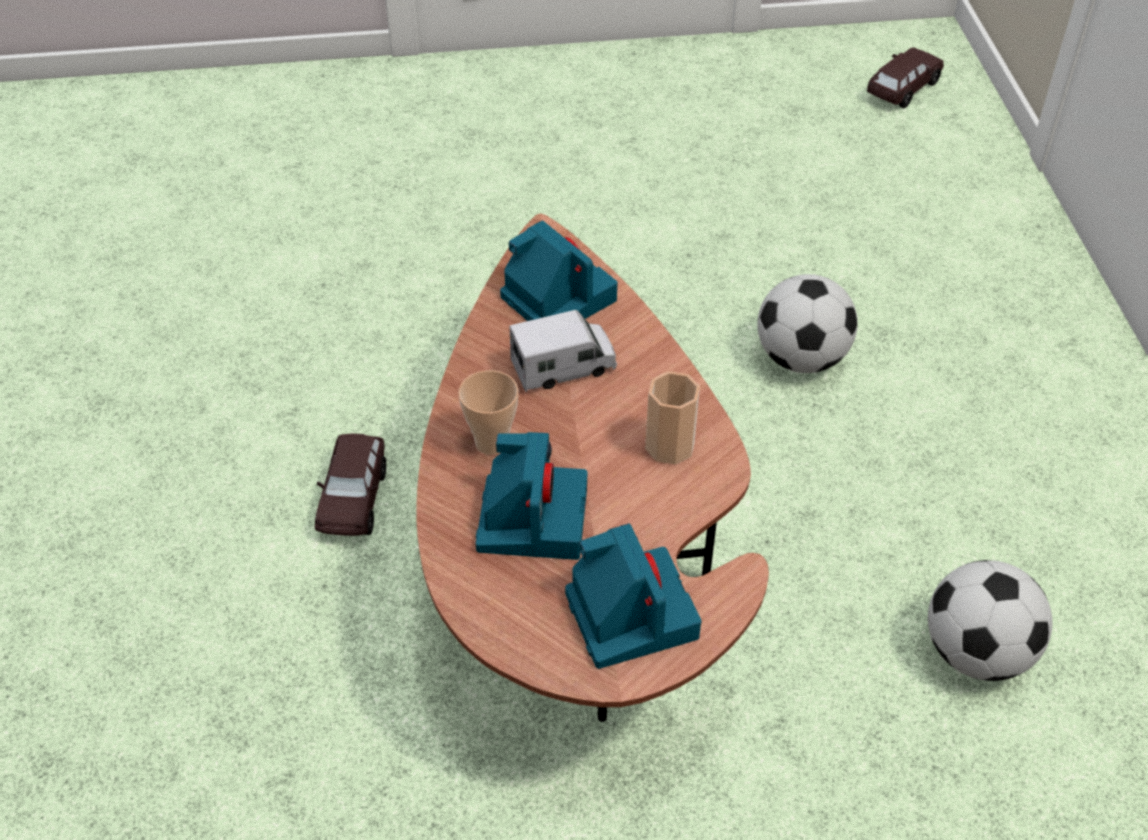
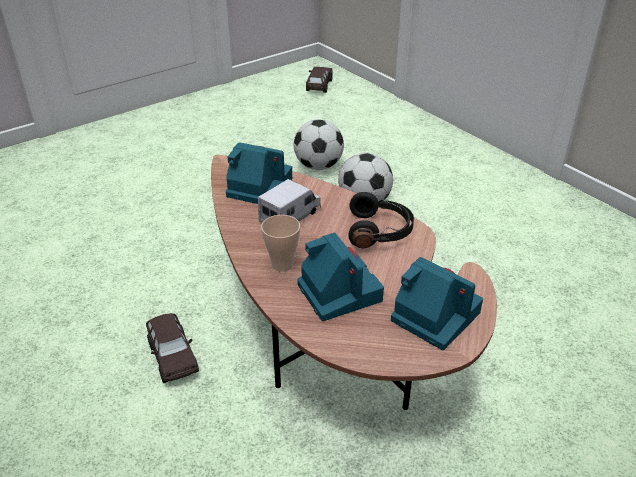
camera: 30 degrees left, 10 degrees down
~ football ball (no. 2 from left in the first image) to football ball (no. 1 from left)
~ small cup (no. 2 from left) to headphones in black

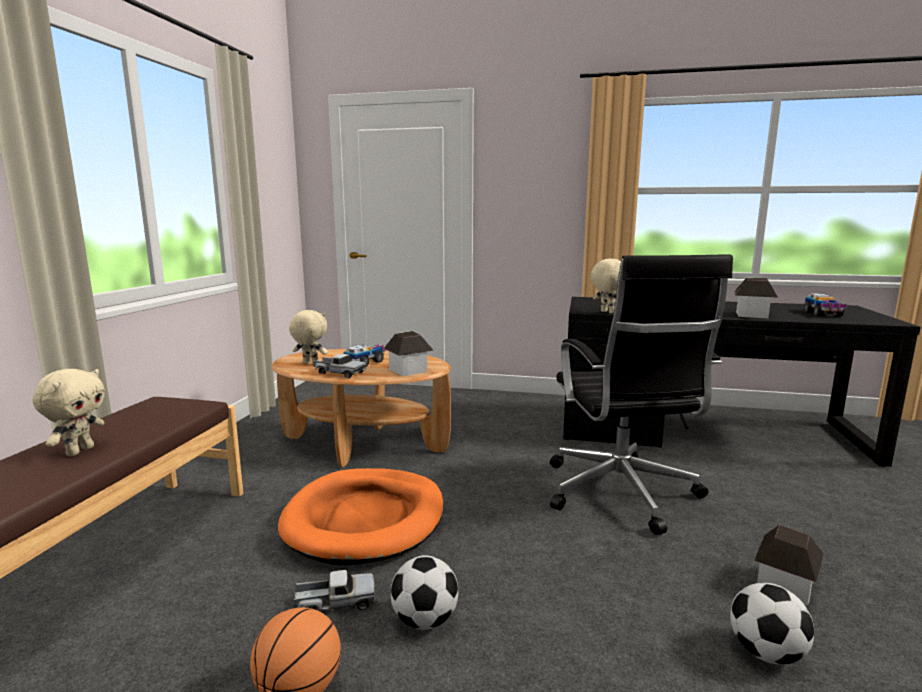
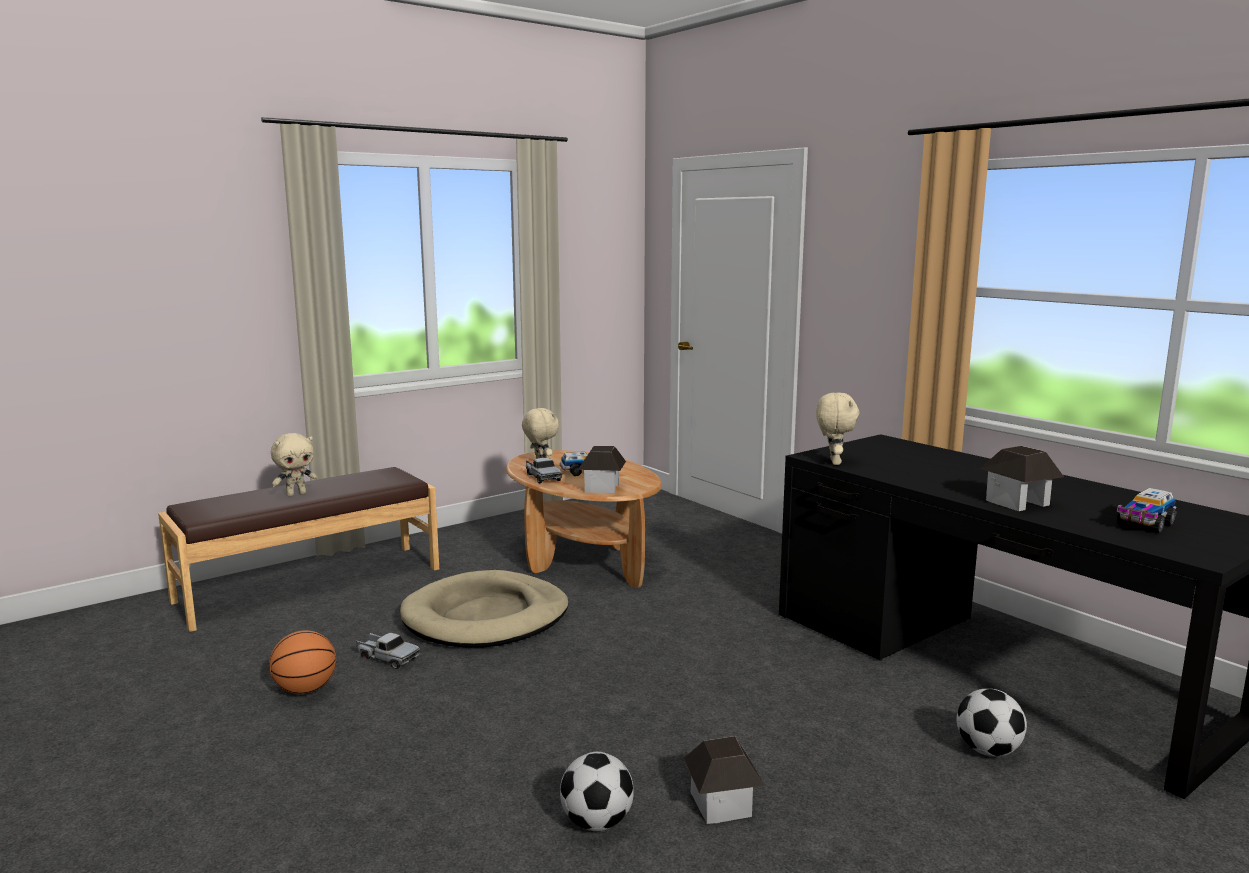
camera: 40 degrees right, 0 degrees up
- desk chair in black
~ football ball (no. 1 from left in the first image) to football ball (no. 2 from left)
~ pet bed in orange to pet bed in sand-coloured

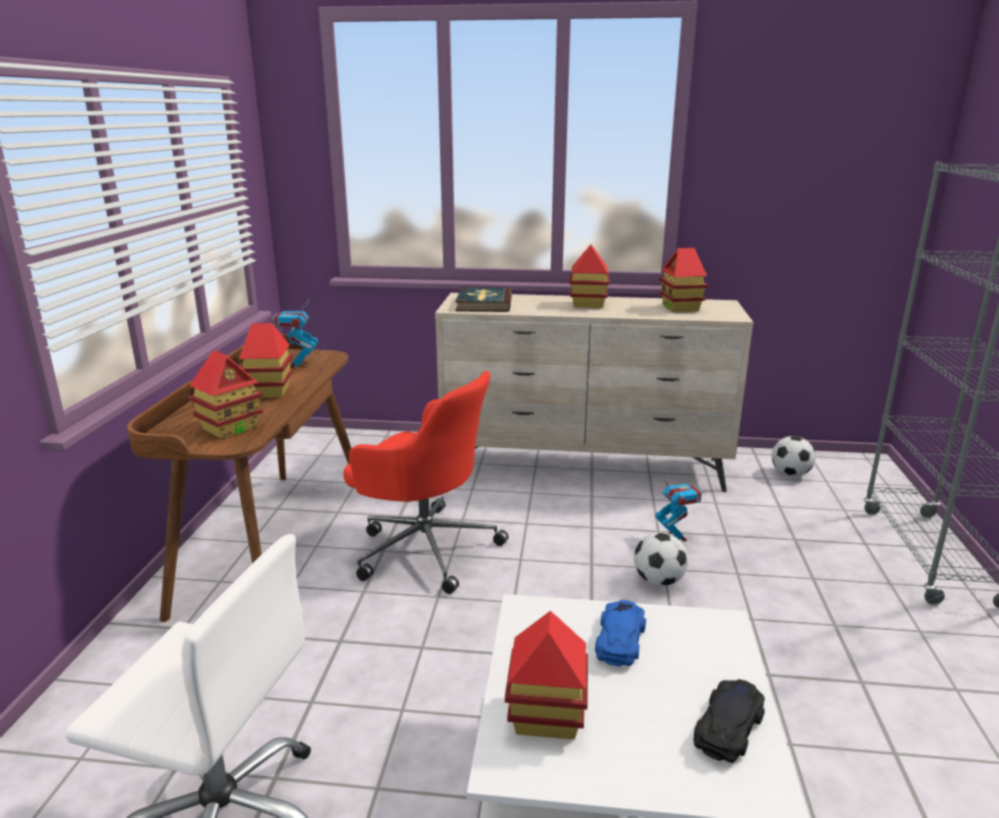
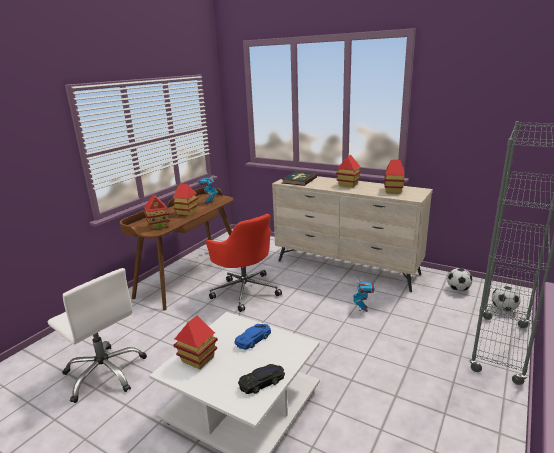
camera: 25 degrees right, 0 degrees up
~ football ball (no. 1 from left in the first image) to football ball (no. 2 from left)

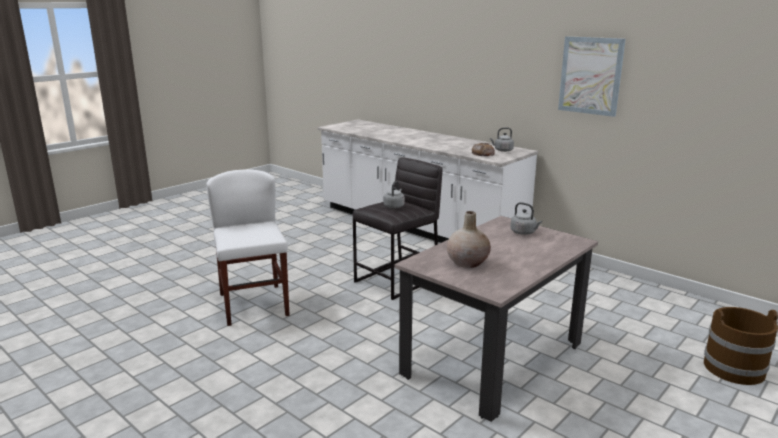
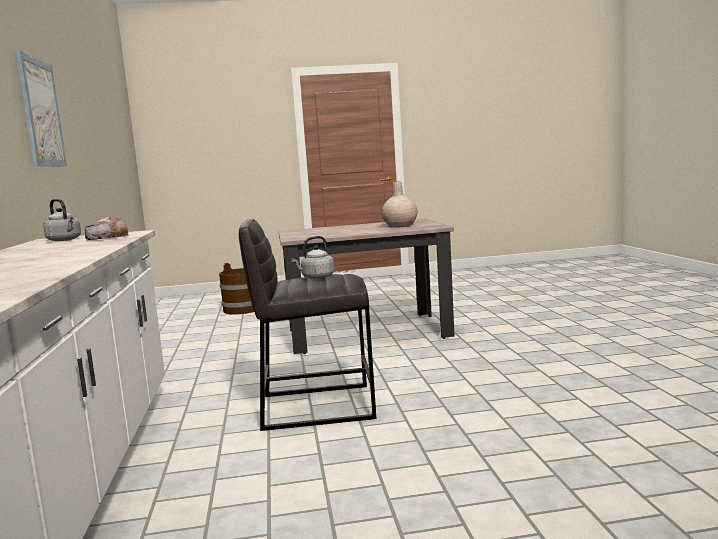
camera: 140 degrees left, 10 degrees down
- chair in white
- kettle in greyish (no. 3 from left)

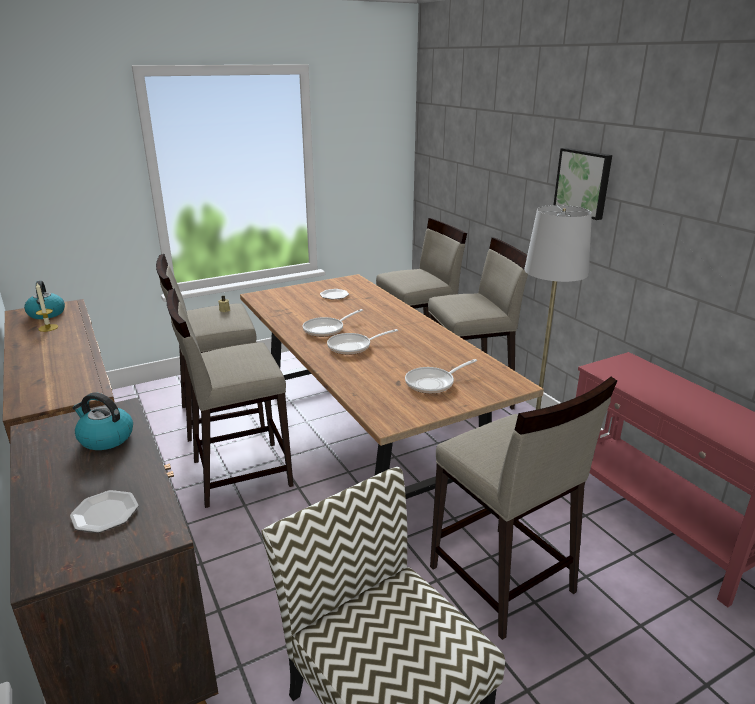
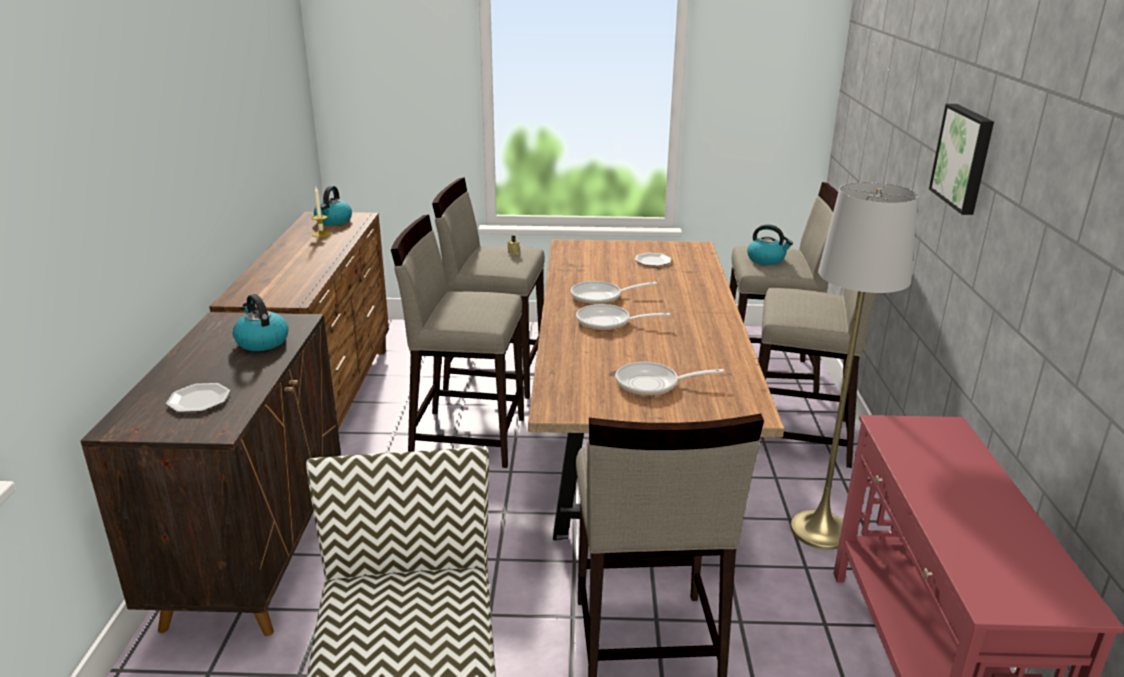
camera: 30 degrees right, 0 degrees up
+ kettle (no. 3 from left)

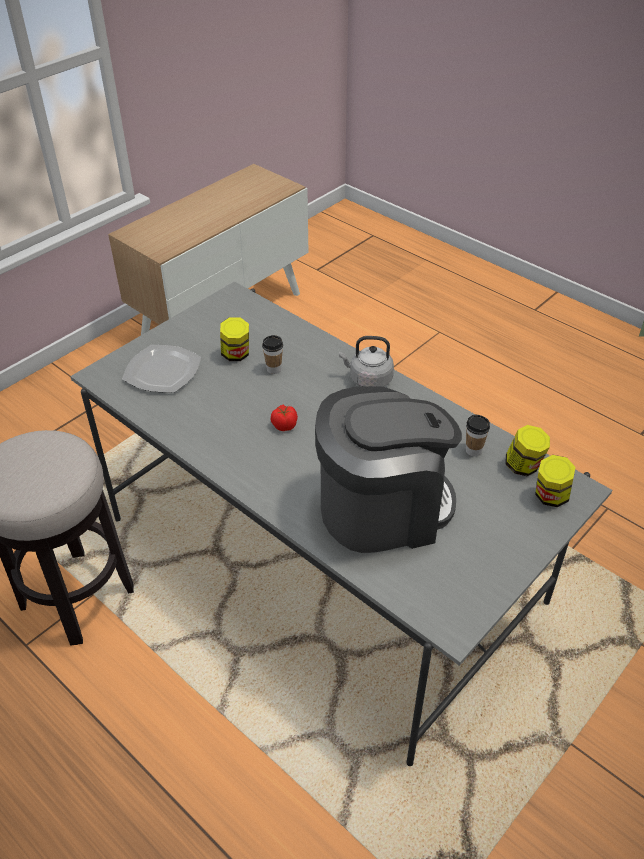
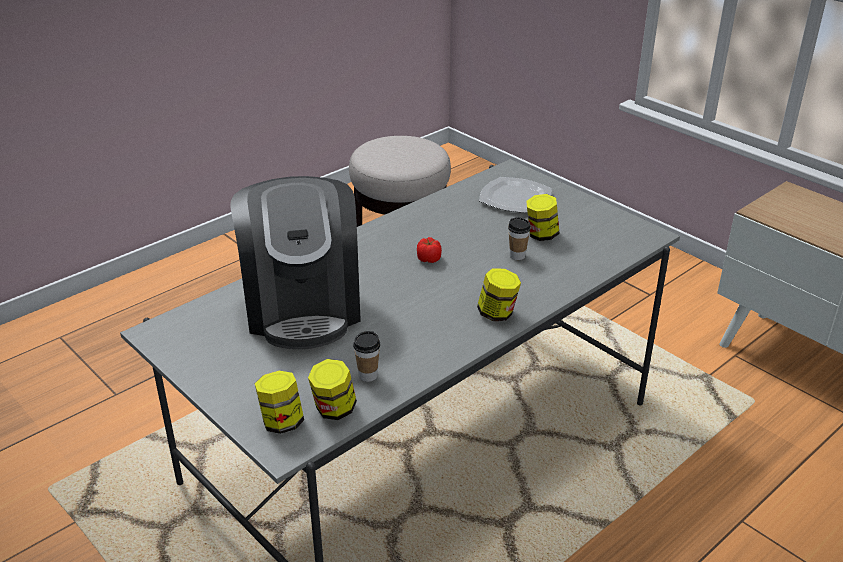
camera: 95 degrees right, 10 degrees down
~ kettle in greyish to preserve jar (no. 3 from left)

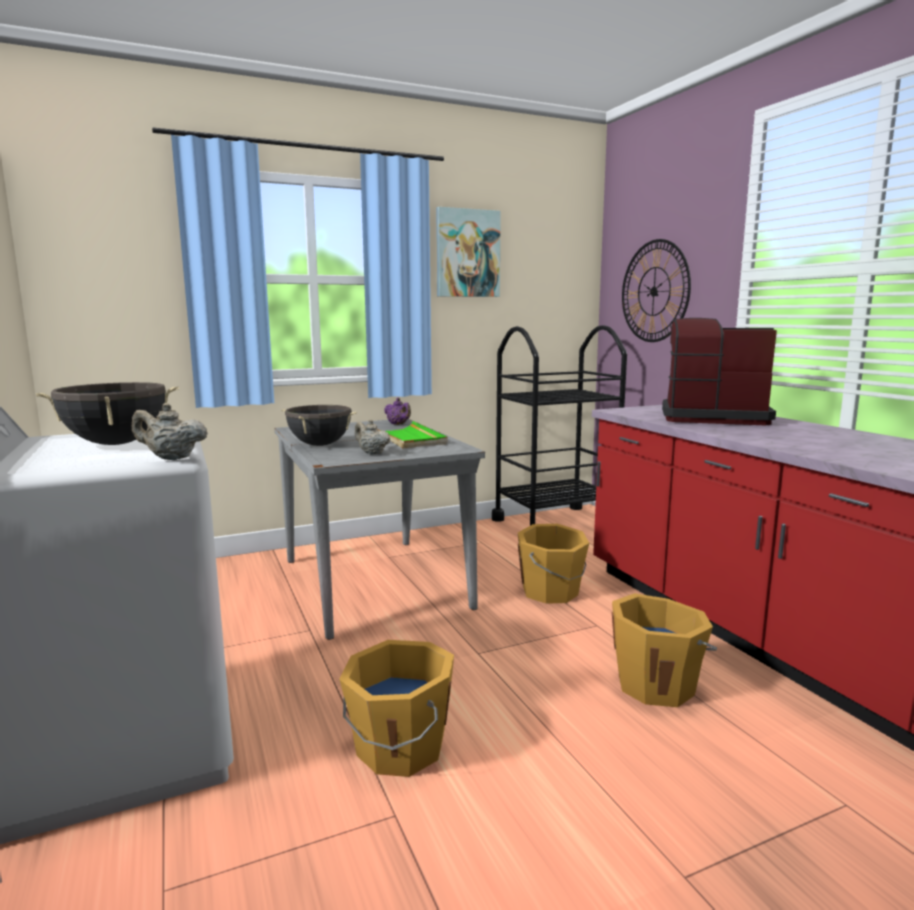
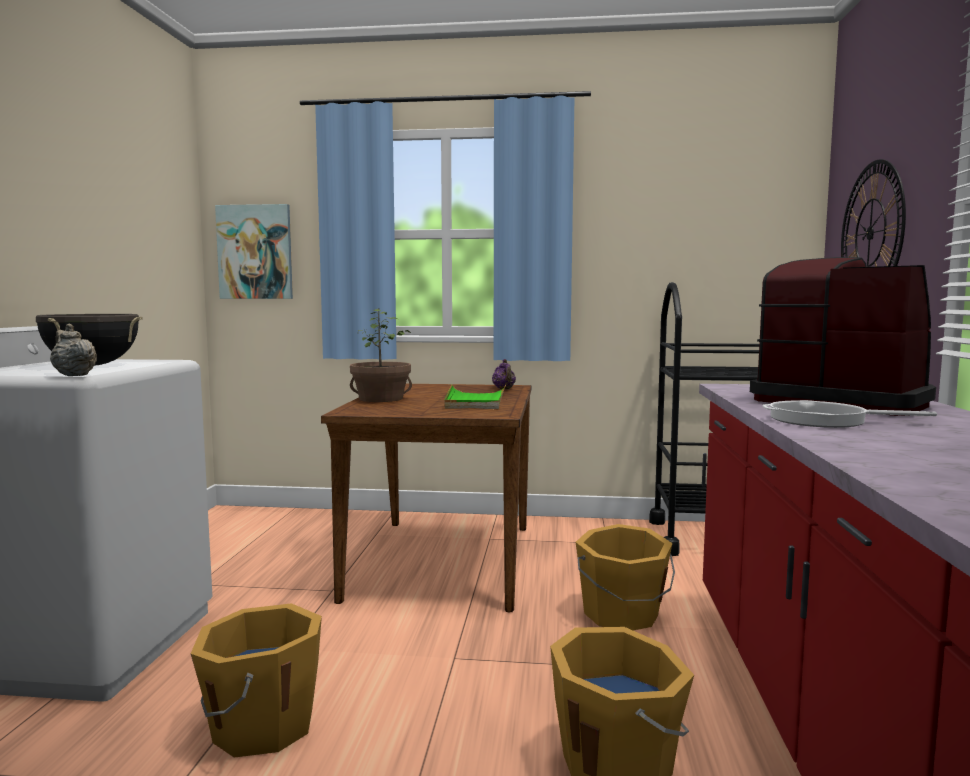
camera: 30 degrees right, 5 degrees down
- teapot in sand-coloured (no. 2 from left)
+ pan
~ picture
~ cooking pot in black (no. 2 from left) to potted plant
~ dinner table in greyish to dinner table in brown

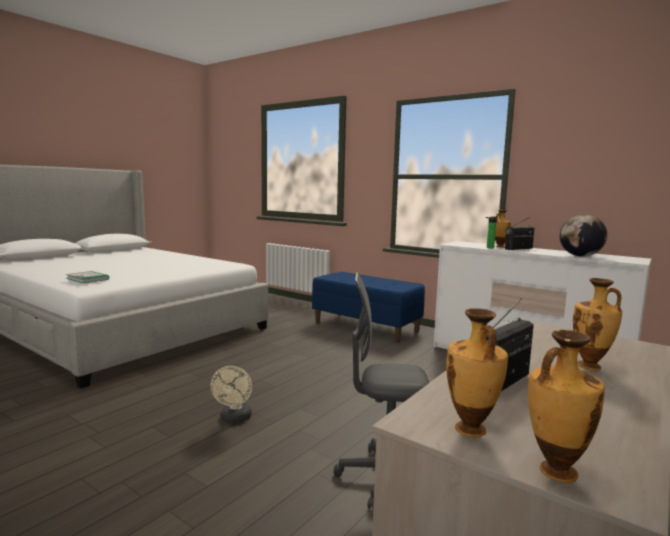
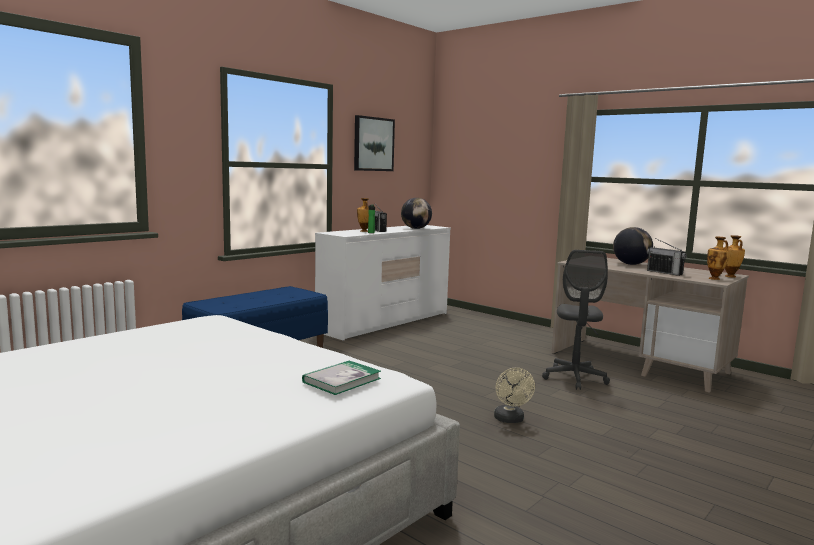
camera: 85 degrees left, 0 degrees up
+ picture
~ flower vase (no. 4 from left) to world globe (no. 2 from left)
~ cooling fan in sand-coloured 75 degrees clockwise

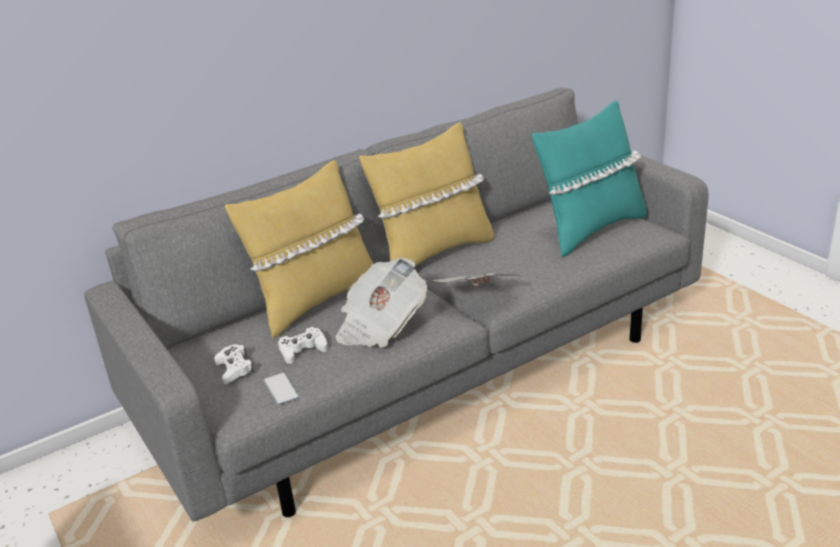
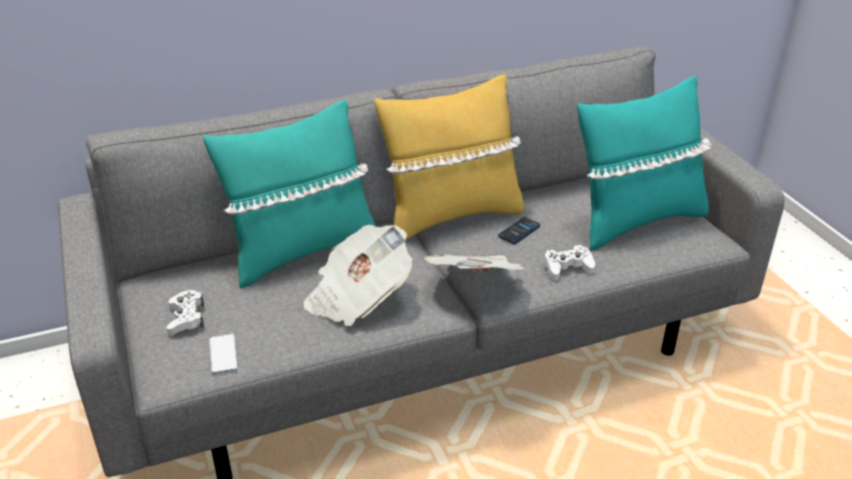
camera: 10 degrees right, 5 degrees up
+ telephone (no. 2 from left)
~ joypad in white (no. 2 from left)
~ pillow in yellow (no. 1 from left) to pillow in turquoise-coloured (no. 1 from left)

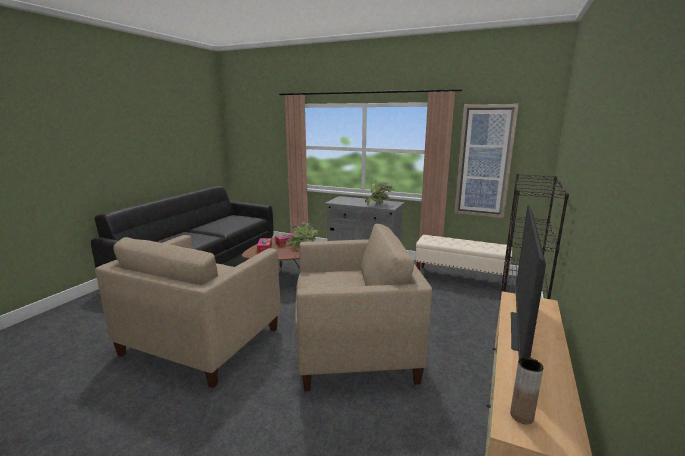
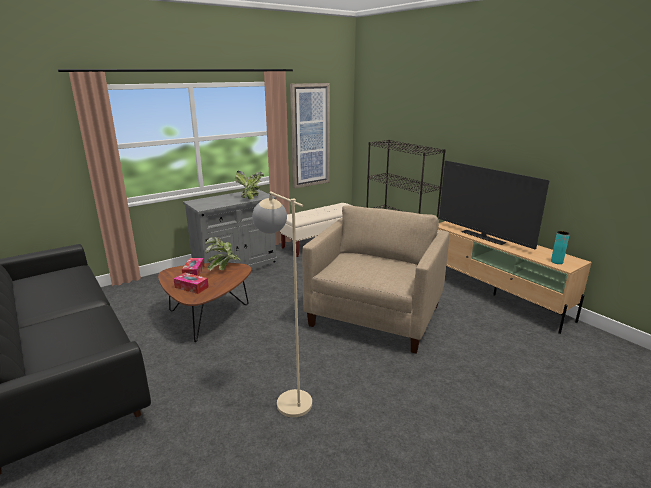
camera: 60 degrees left, 5 degrees up
~ easy chair in sand-coloured (no. 1 from left) to floor lamp in sand-coloured
~ flower vase in brown to flower vase in turquoise-coloured

